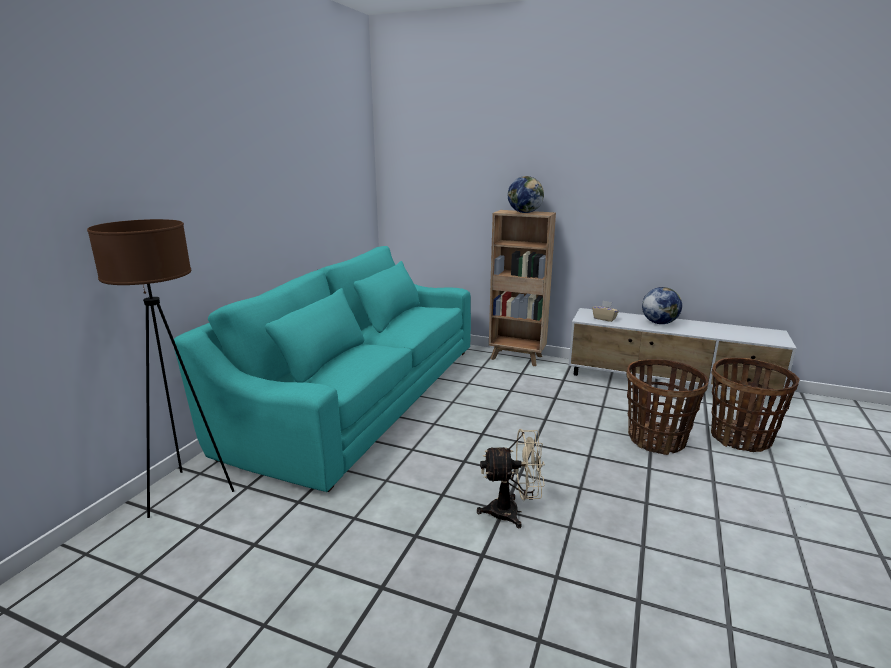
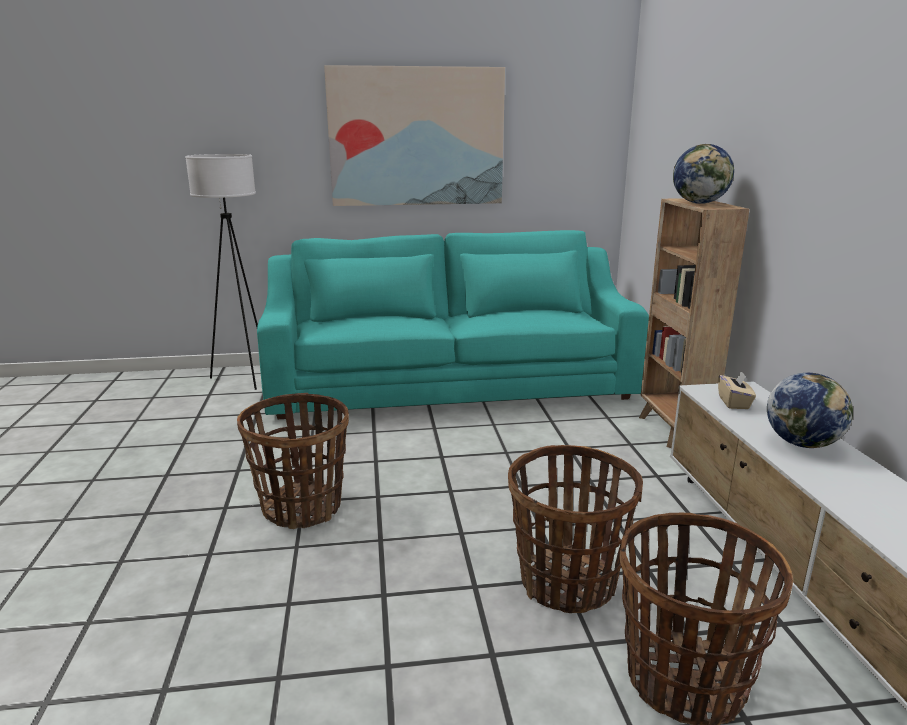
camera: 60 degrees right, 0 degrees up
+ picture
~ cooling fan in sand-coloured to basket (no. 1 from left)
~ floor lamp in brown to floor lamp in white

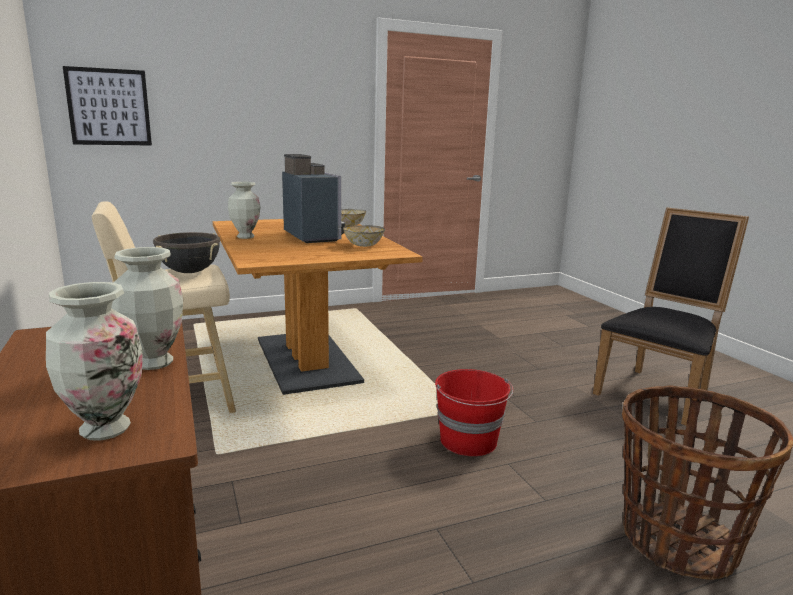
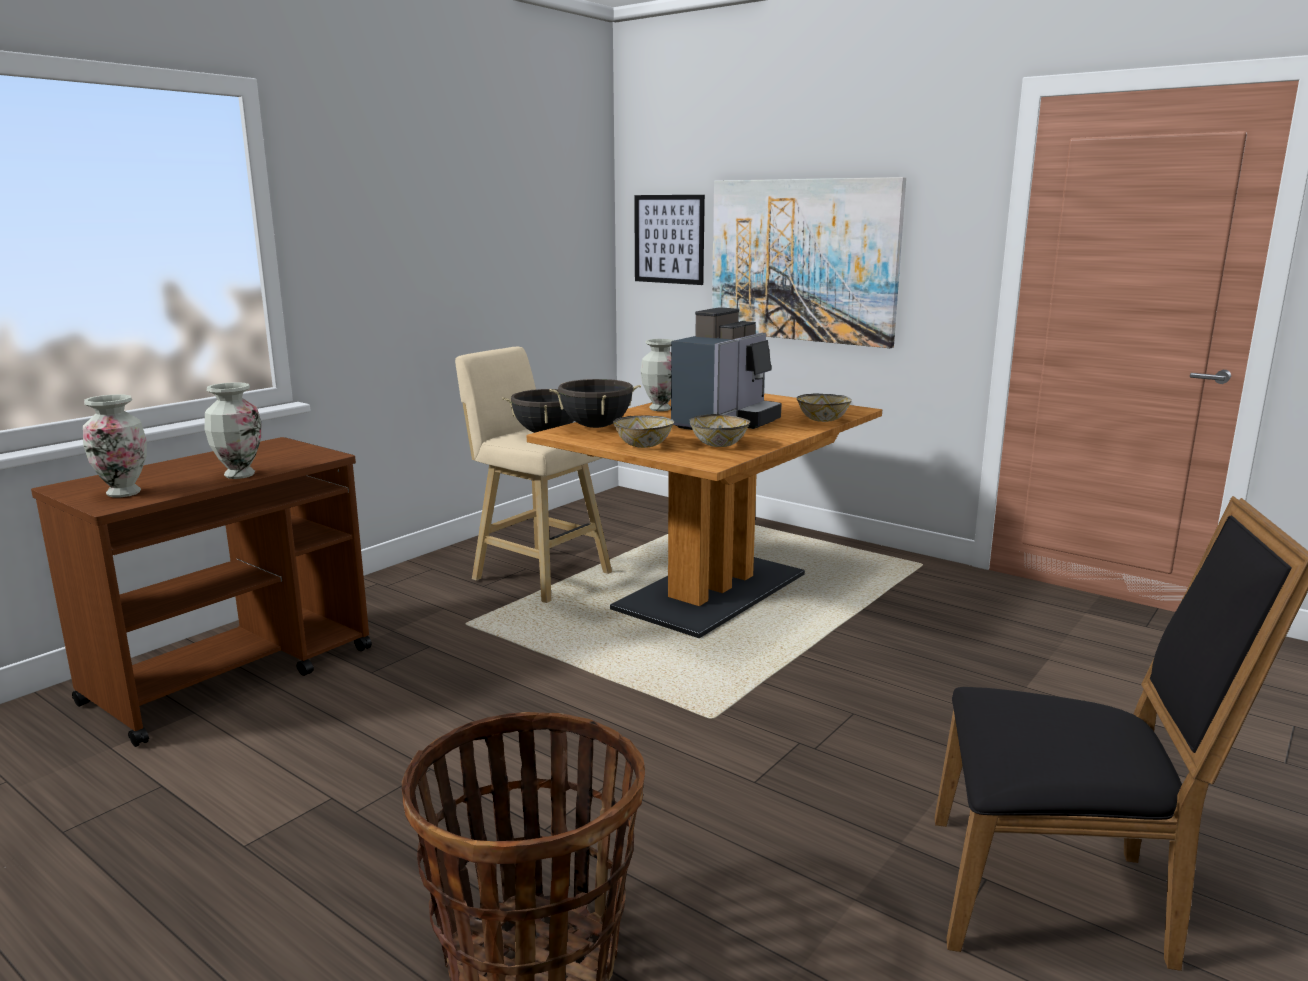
camera: 60 degrees right, 0 degrees up
- water bucket in red-coloured
+ cooking pot in black (no. 2 from left)
+ serving bowl (no. 1 from left)
+ picture (no. 2 from left)

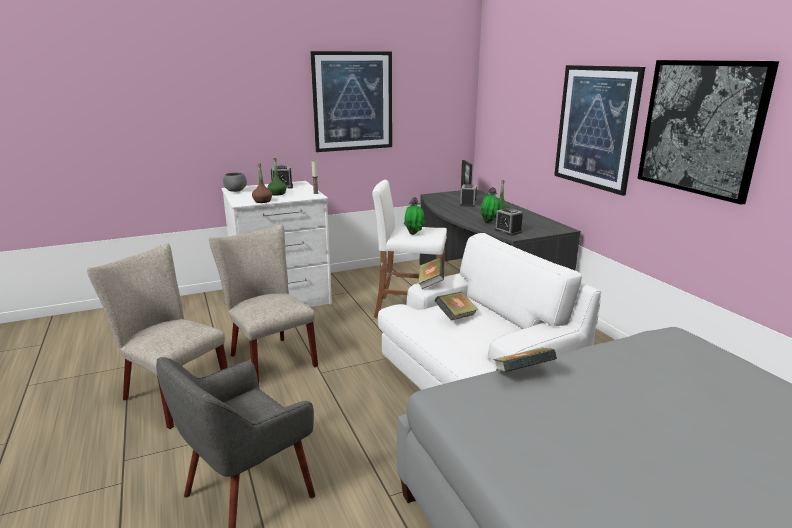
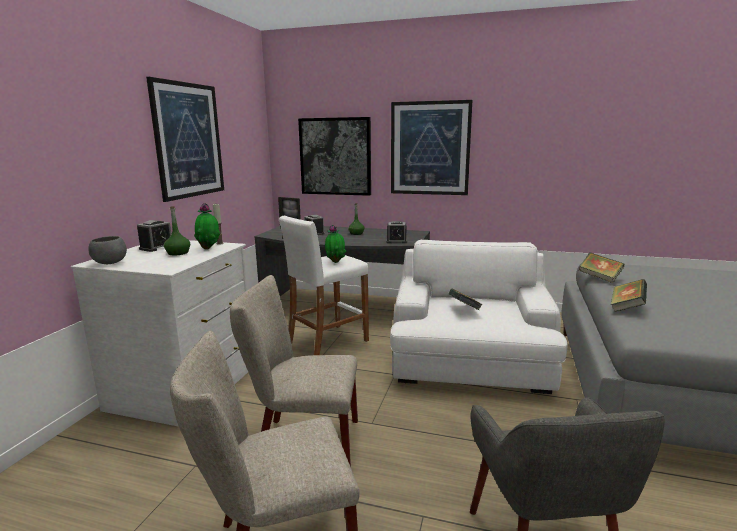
camera: 50 degrees left, 5 degrees down
- drink bottle in brown
~ bound book (no. 1 from left in the first image) to bound book (no. 2 from left)
~ potted plant (no. 2 from left in the first image) to potted plant (no. 1 from left)
~ picture (no. 3 from left in the first image) to picture (no. 2 from left)

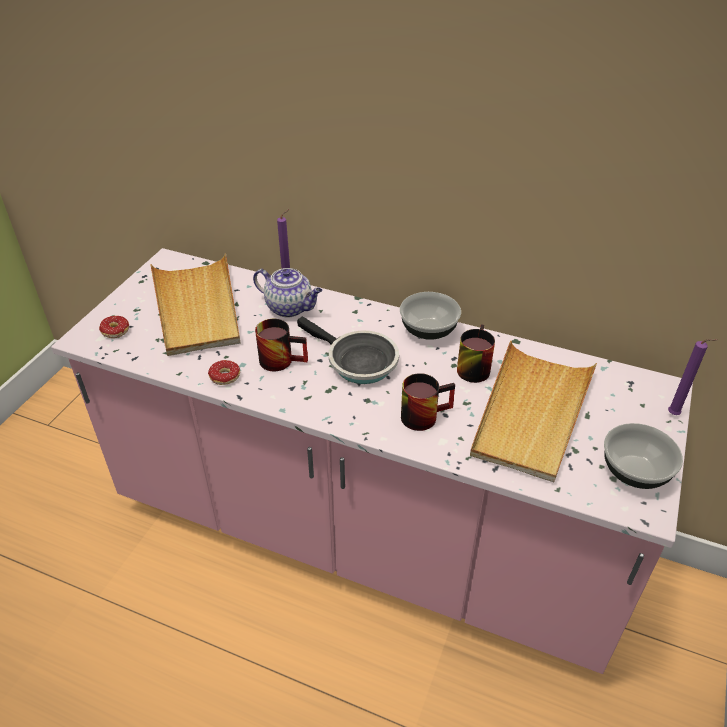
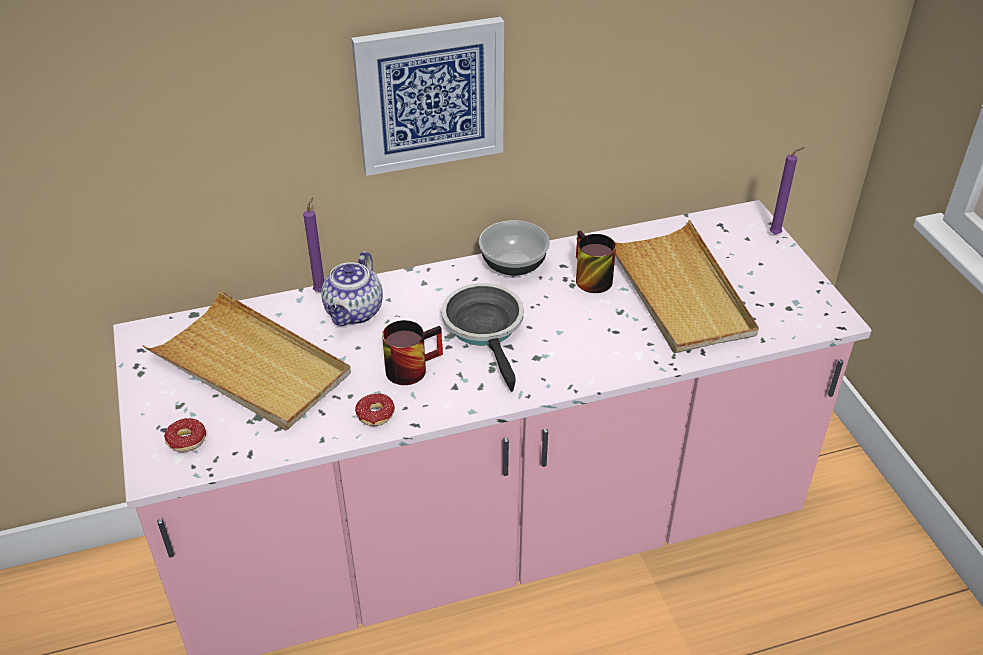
camera: 40 degrees left, 0 degrees up
- mug (no. 2 from left)
- serving bowl (no. 2 from left)
+ picture
~ teapot 120 degrees clockwise
~ pan 105 degrees counterclockwise

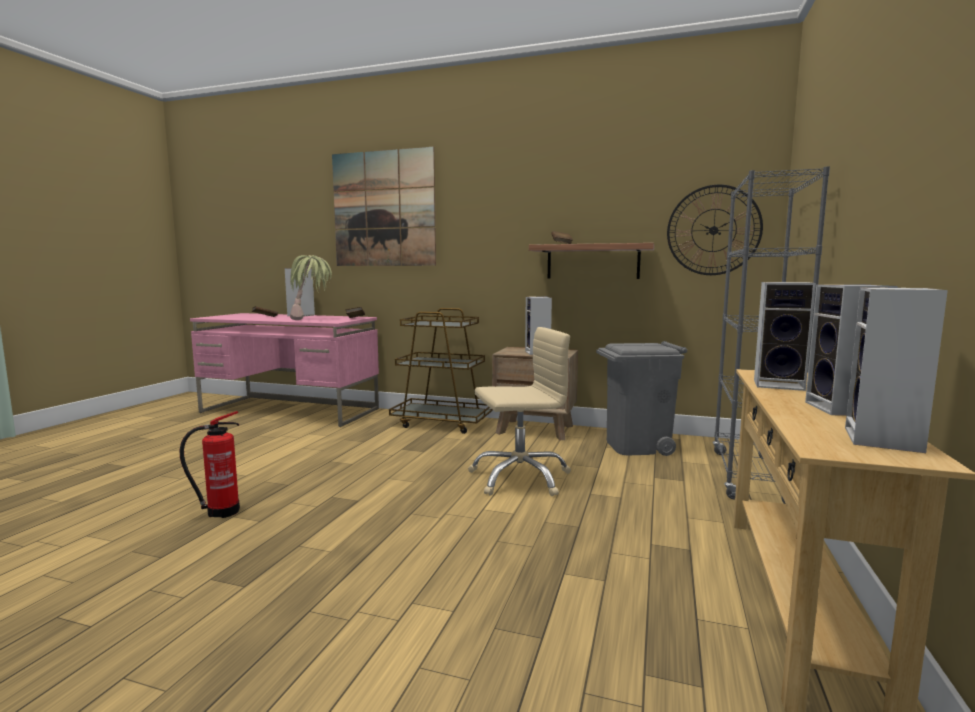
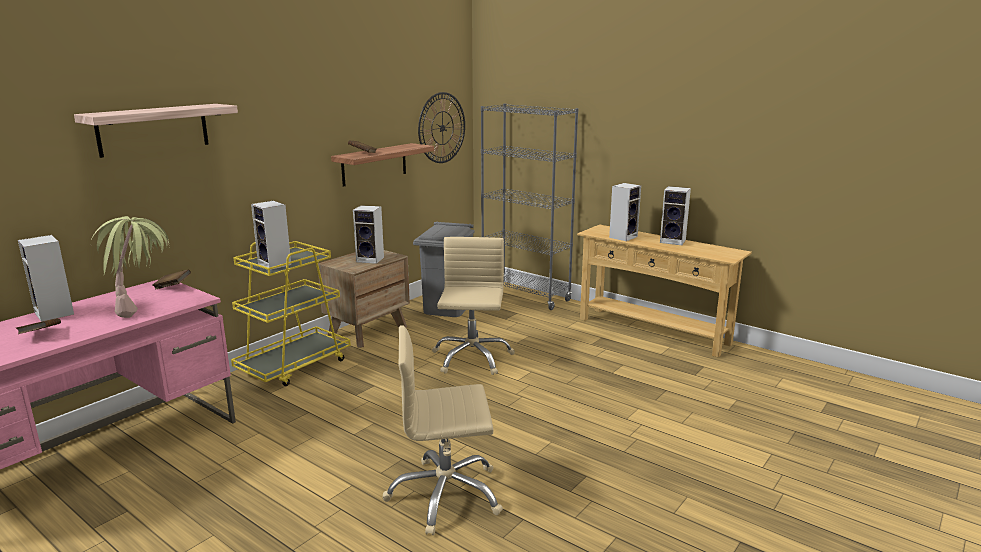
camera: 70 degrees left, 10 degrees up
~ loudspeaker (no. 5 from left in the first image) to loudspeaker (no. 2 from left)
~ fire-fighting cylinder to desk chair in sand-coloured (no. 1 from left)
~ picture to bracket shelf (no. 1 from left)
~ cart in brown to cart in yellow

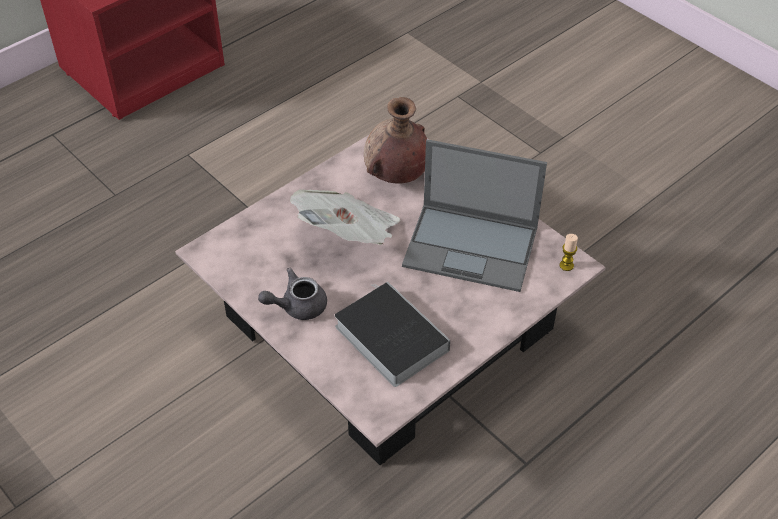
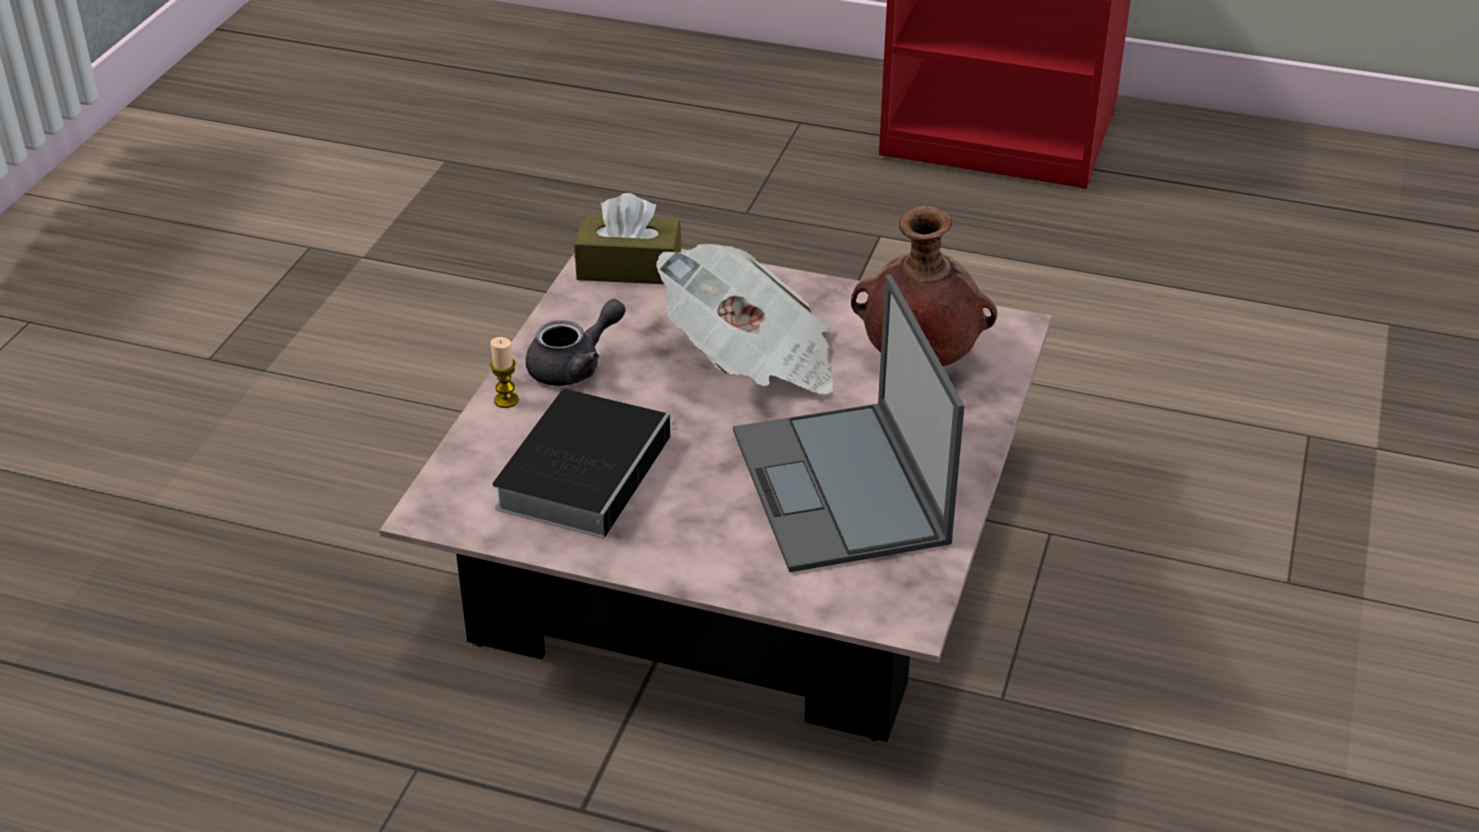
camera: 60 degrees right, 10 degrees down
+ tissue holder in brown
~ wax candle
~ teapot in greyish 105 degrees clockwise

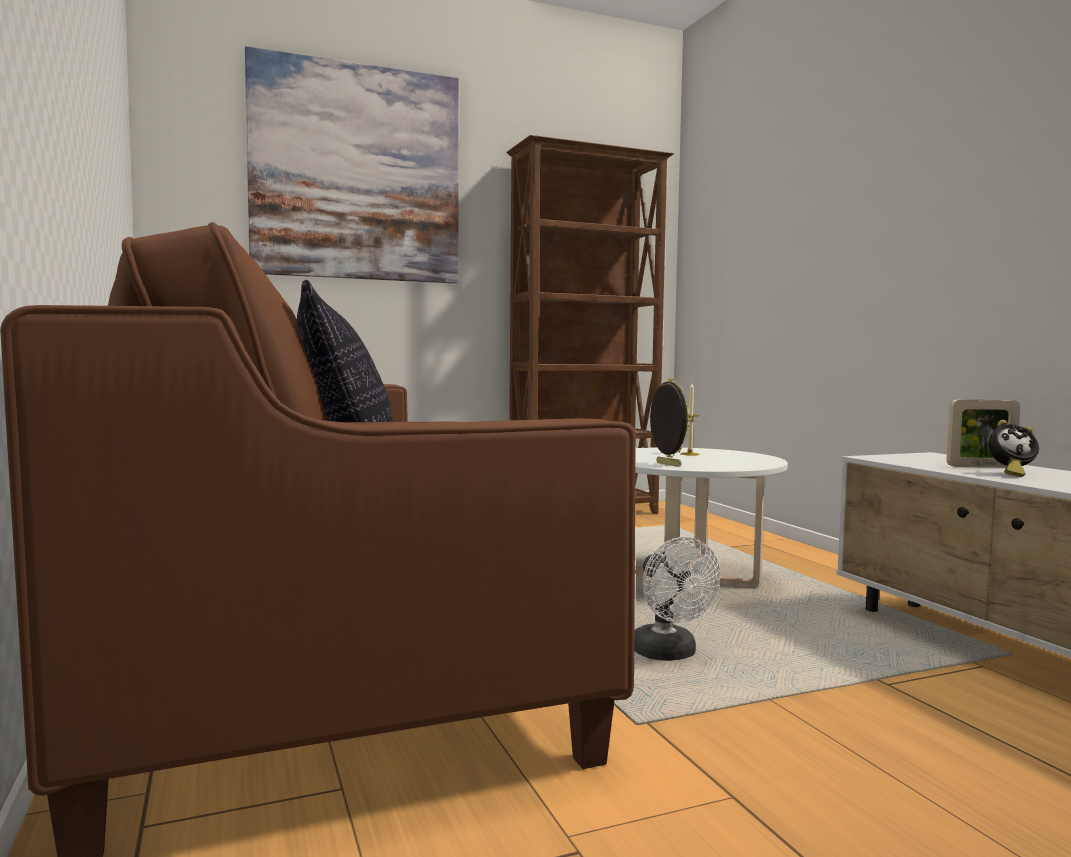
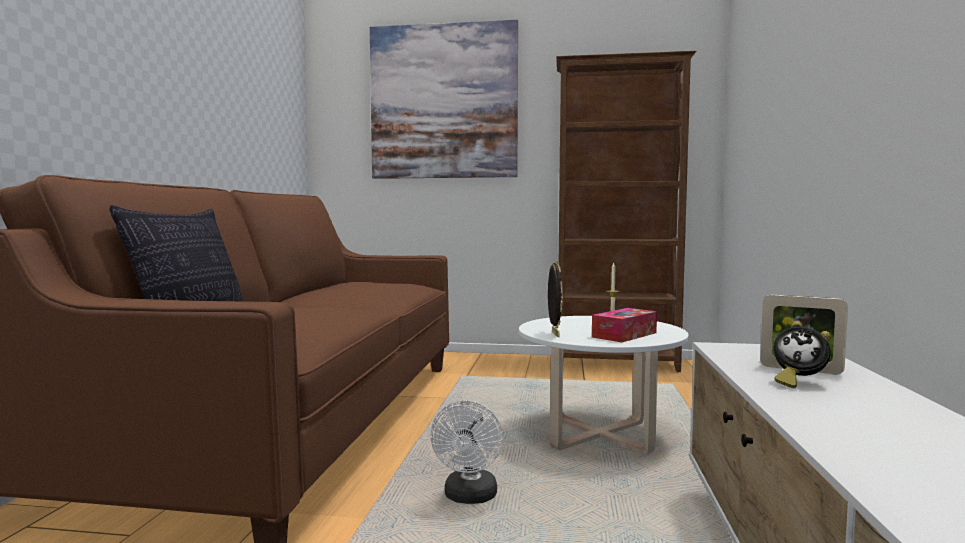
camera: 30 degrees right, 0 degrees up
+ tissue holder

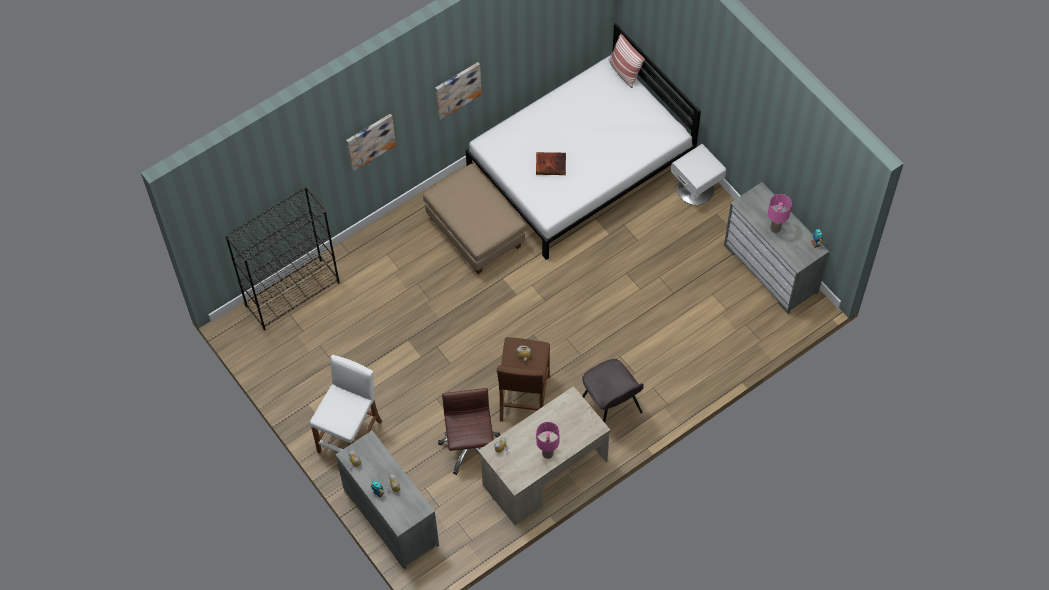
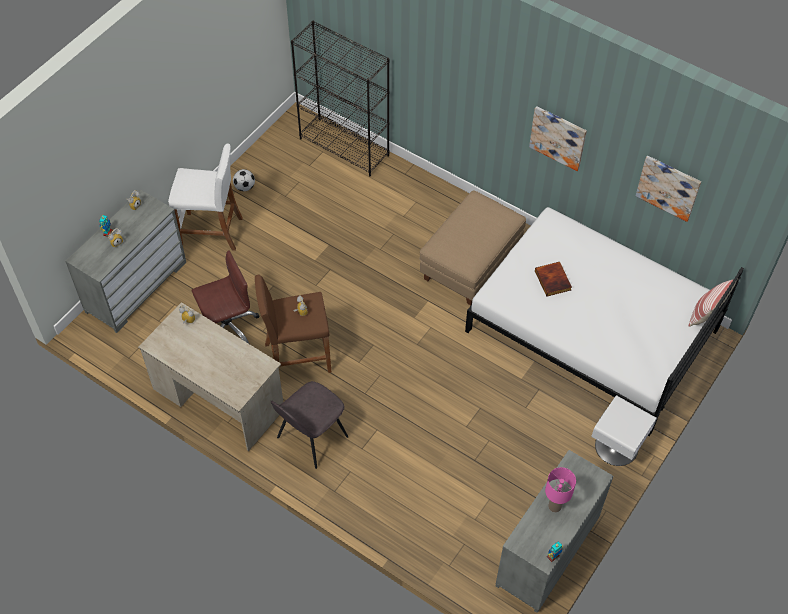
camera: 70 degrees right, 5 degrees down
- tabletop lamp in pink (no. 1 from left)
+ football ball
~ picture (no. 1 from left in the first image) to picture (no. 2 from left)

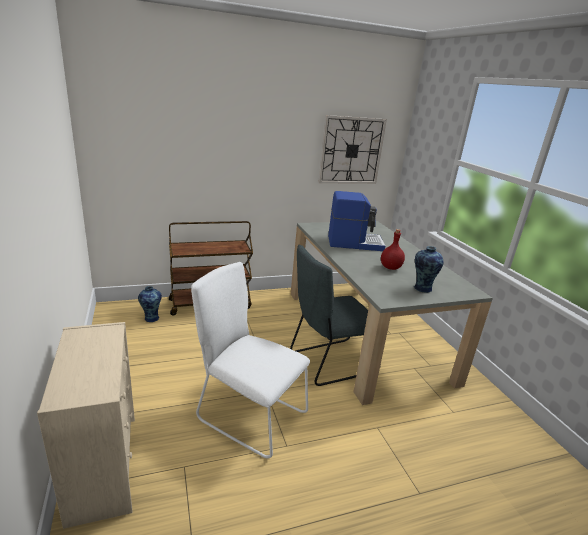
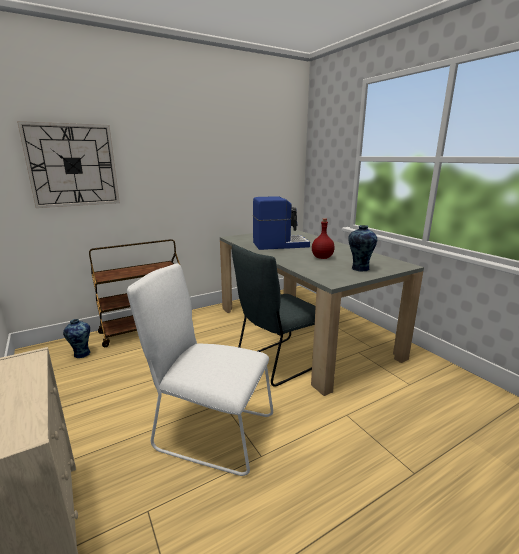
camera: 10 degrees left, 5 degrees down
~ wall clock

